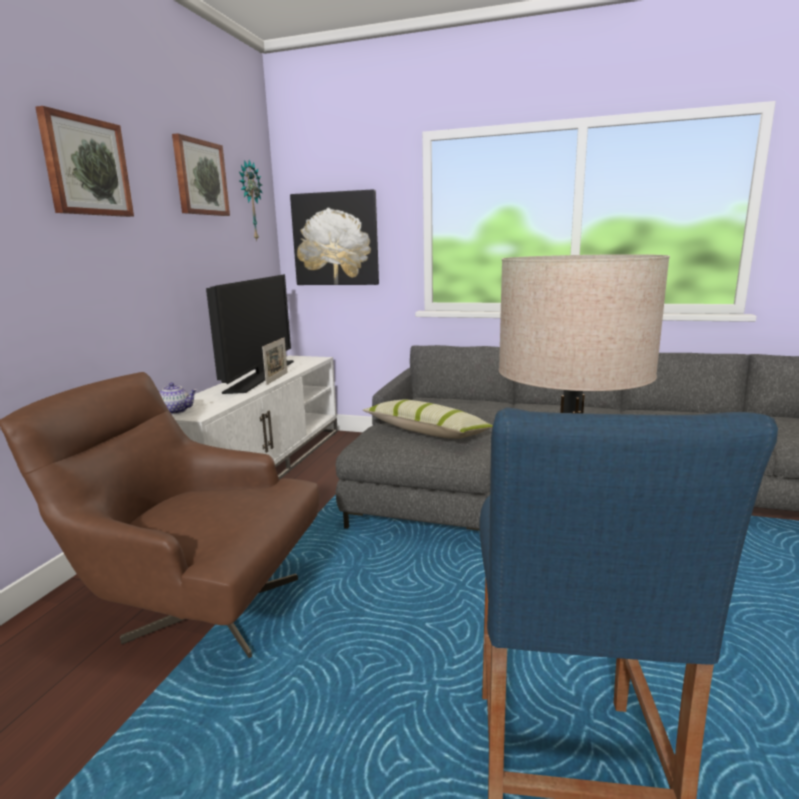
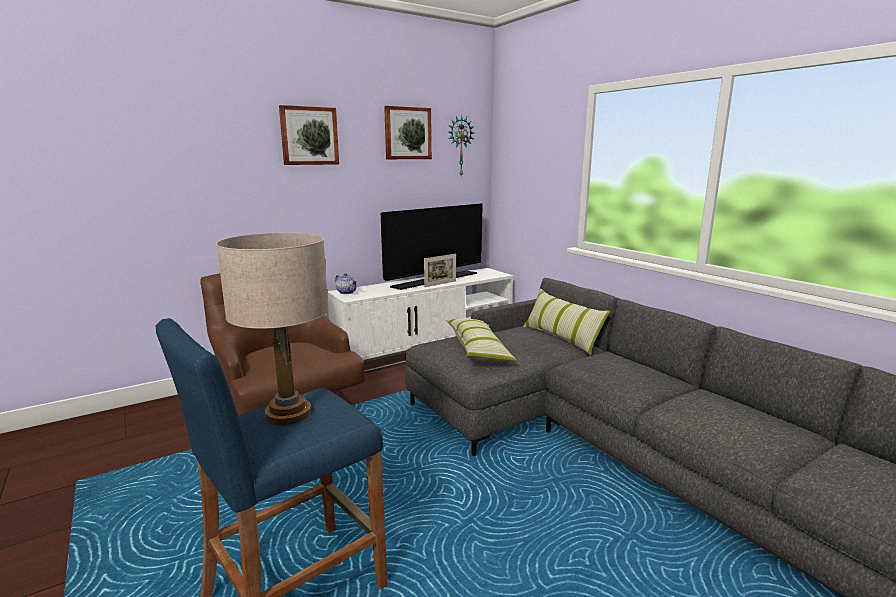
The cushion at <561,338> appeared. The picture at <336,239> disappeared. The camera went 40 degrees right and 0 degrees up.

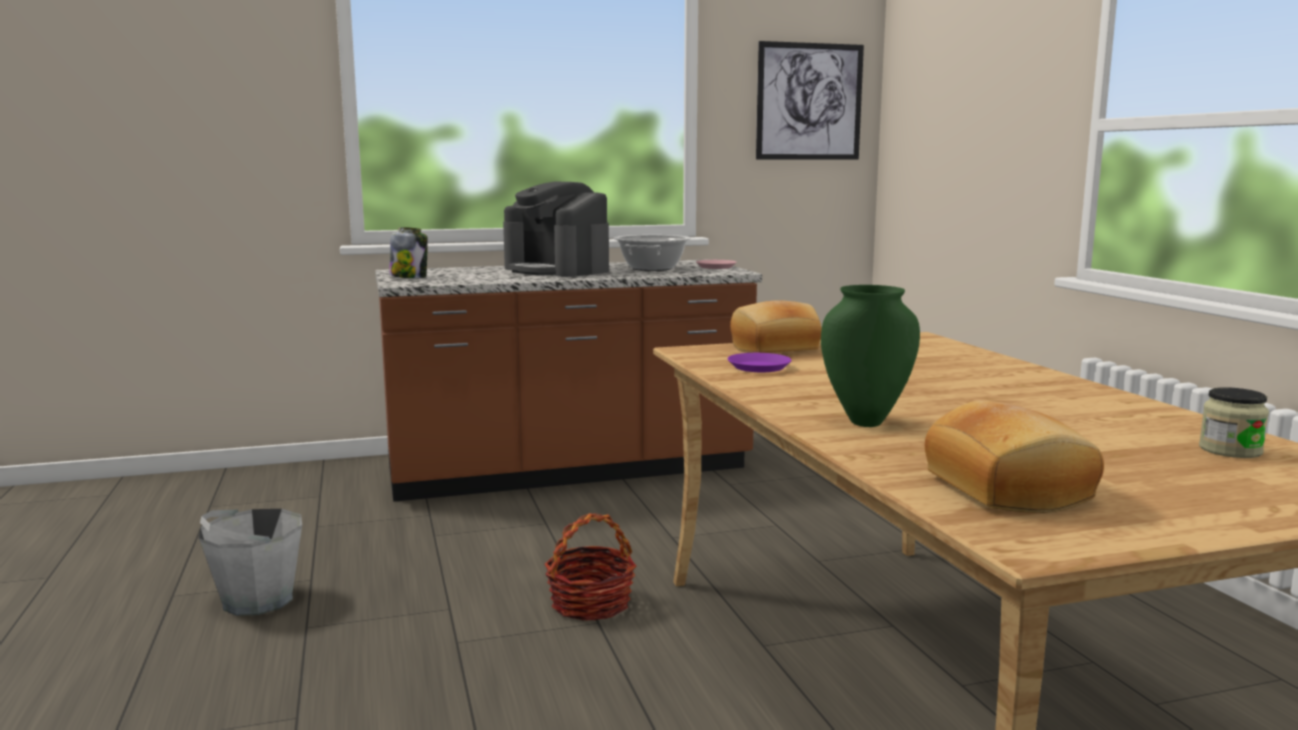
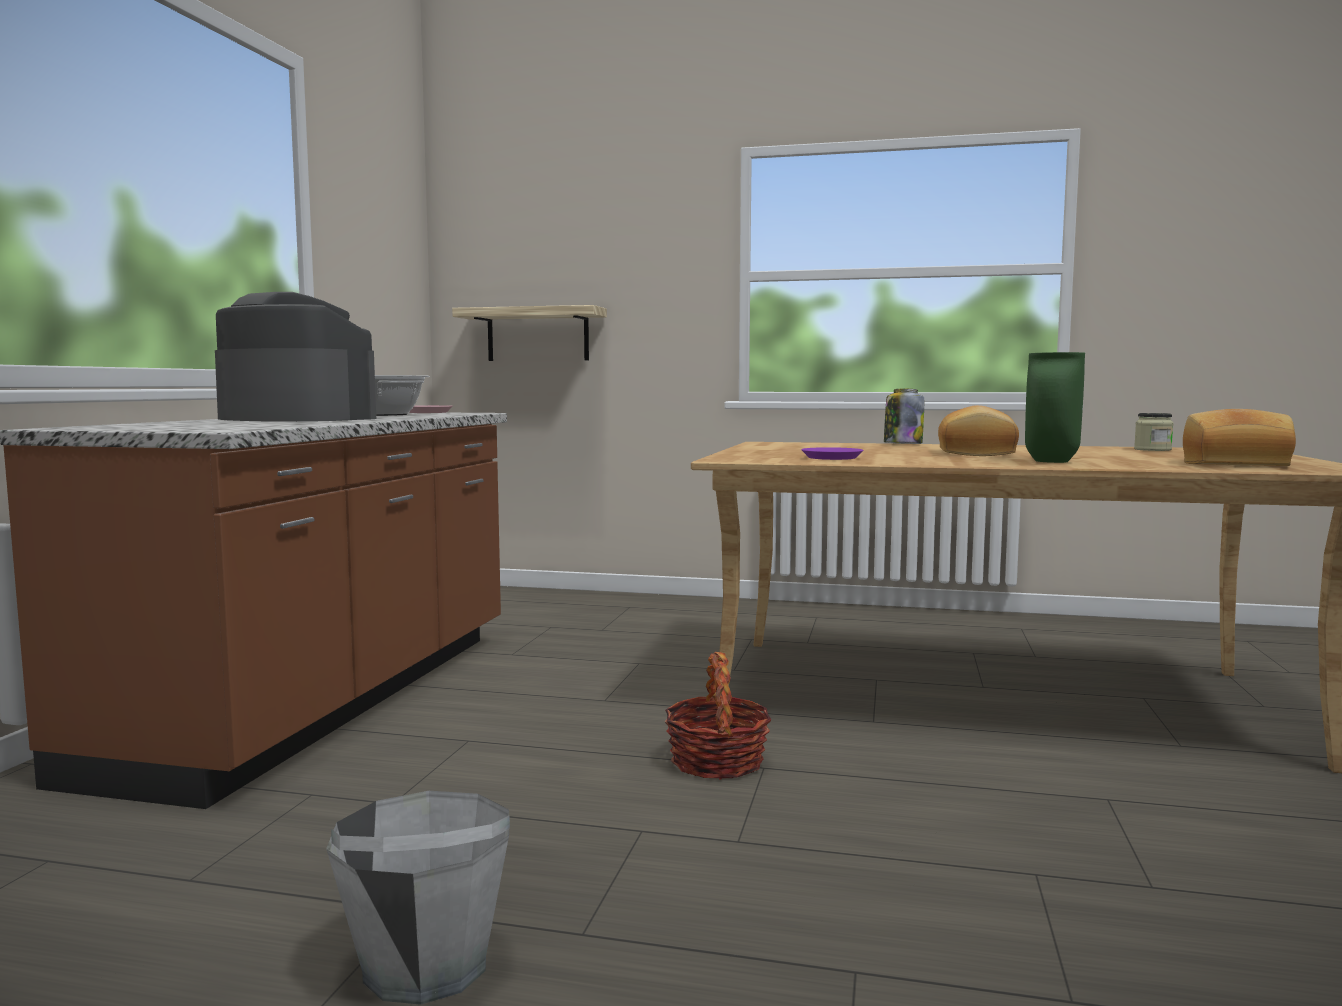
The coffee machine at <557,270> turned 135 degrees counterclockwise. The bracket shelf at <538,335> appeared. The storage jar moved from <409,277> to <902,444>. The baked bread moved from <775,348> to <978,453>. The picture at <809,102> disappeared. The camera went 60 degrees left and 5 degrees down.

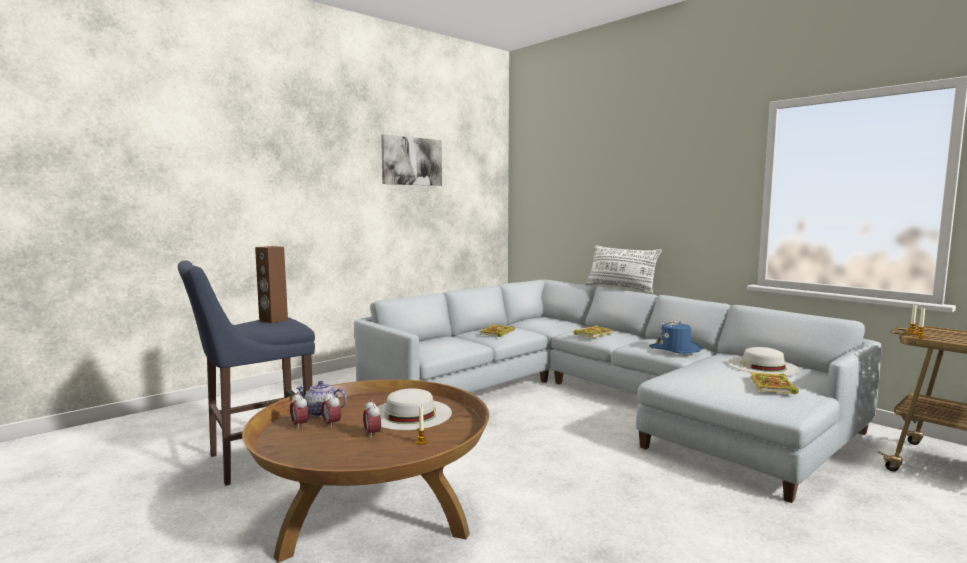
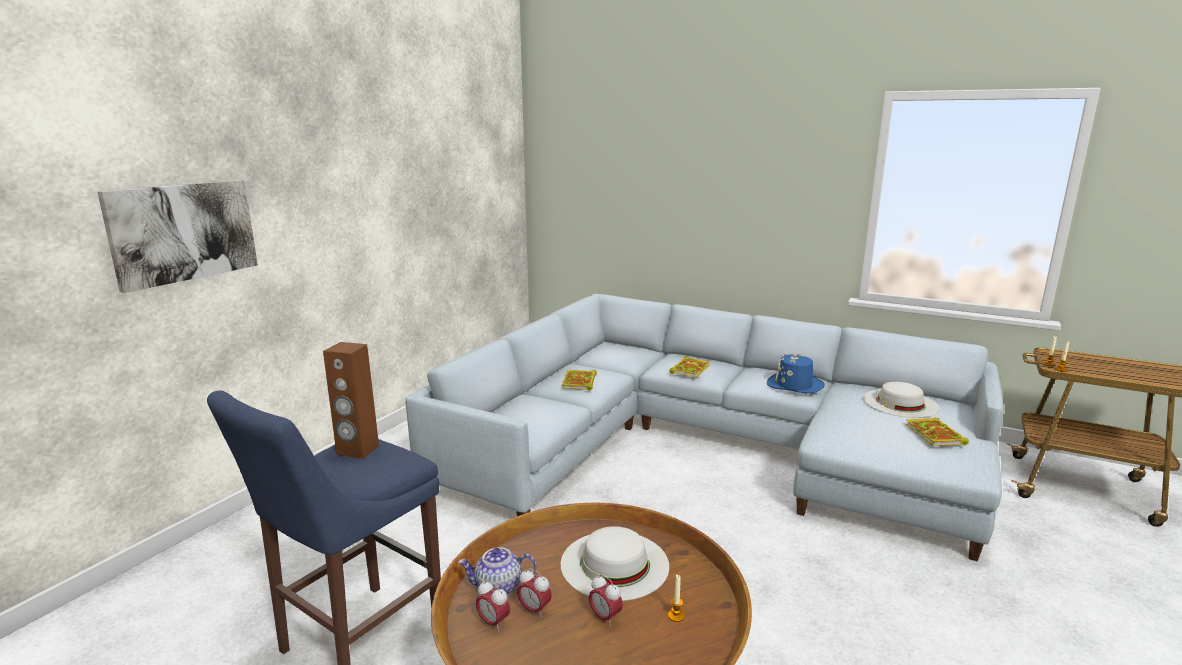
The picture moved from <411,161> to <183,232>. The cushion/whitish at <620,288> disappeared. The camera went 20 degrees left and 10 degrees up.

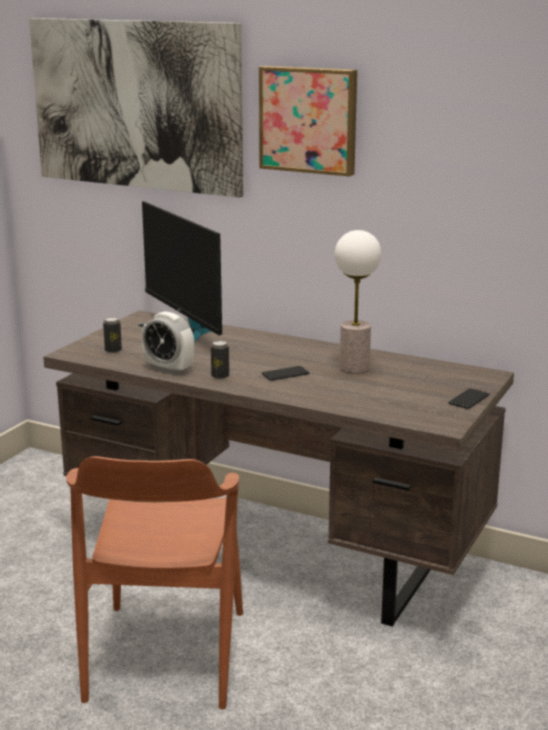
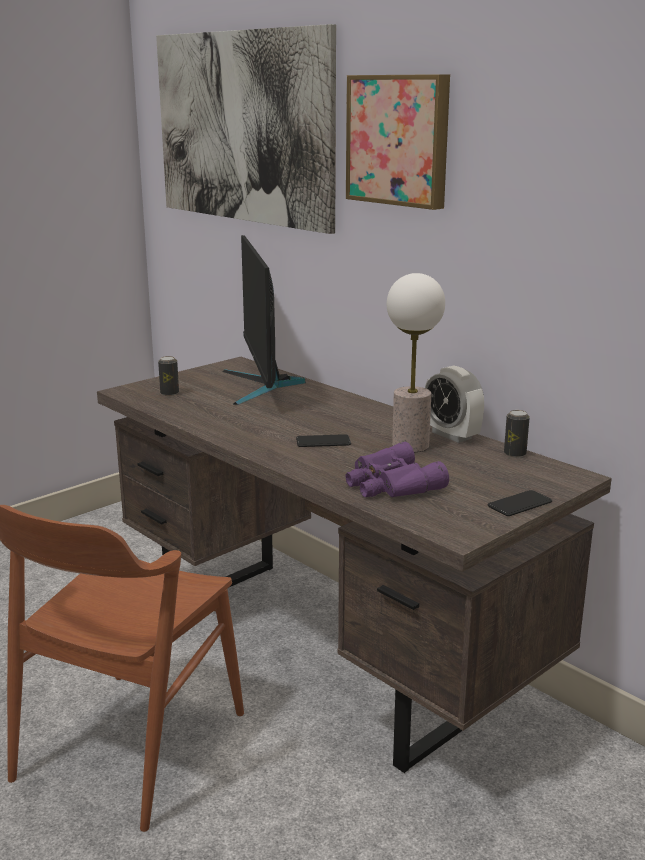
The binoculars/purple-coloured at <390,484> appeared. The alarm clock moved from <169,369> to <451,435>. The sealed can moved from <220,376> to <515,454>. The camera went 20 degrees right and 0 degrees up.

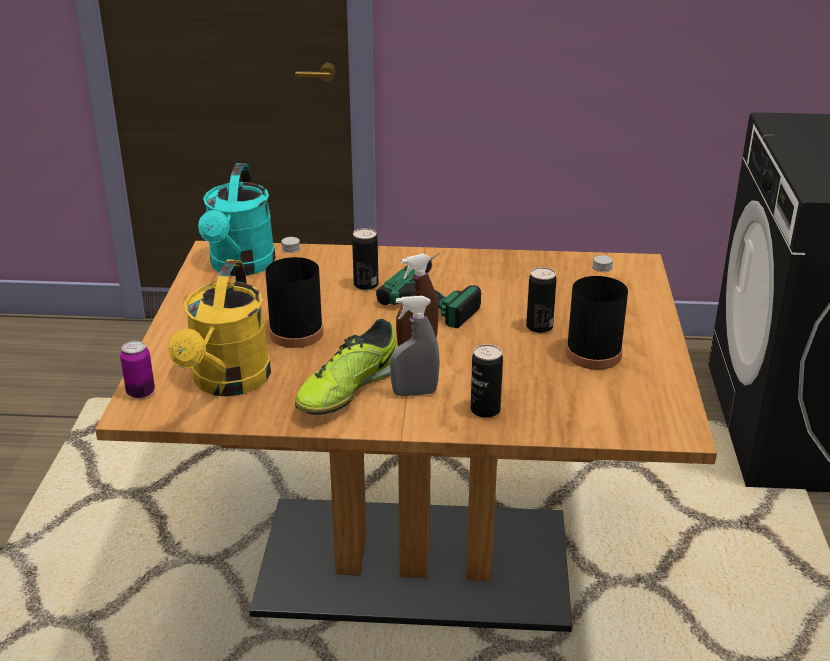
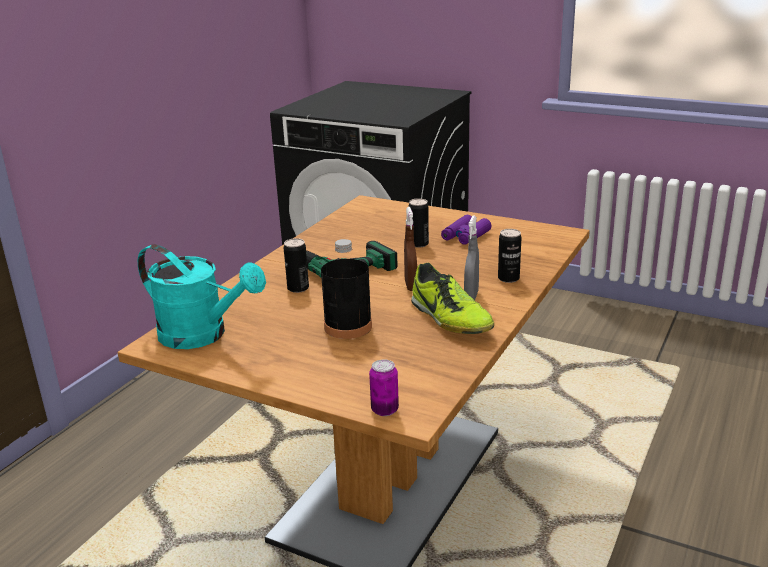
The drink bottle/blackish at <593,354> was replaced by the binoculars/purple-coloured at <465,236>. The watering can/yellowish at <227,383> disappeared. The camera went 65 degrees left and 5 degrees down.

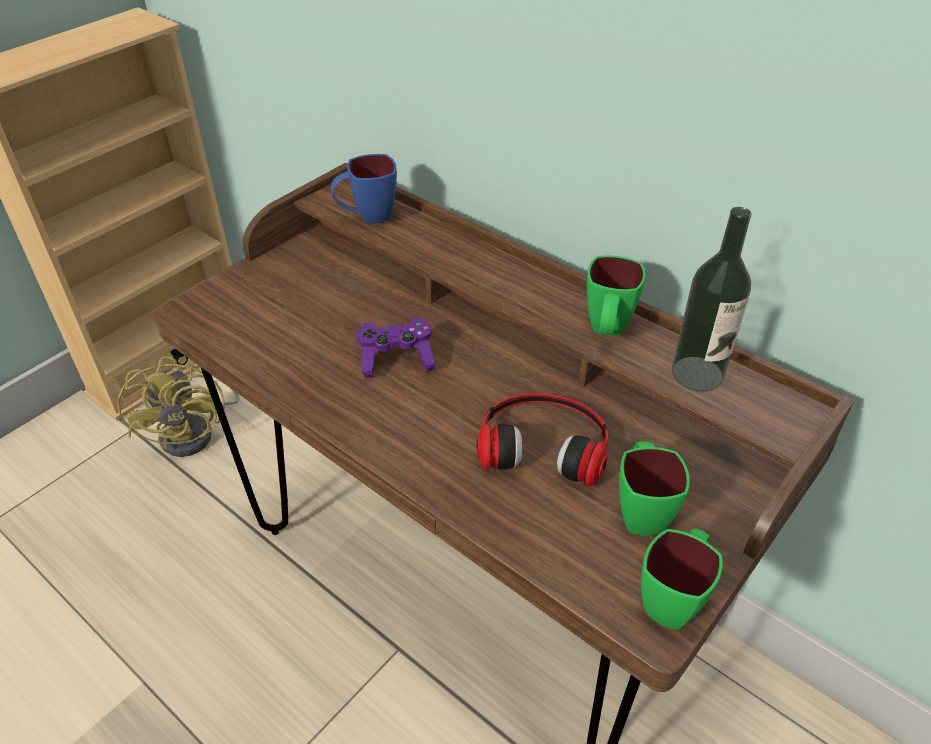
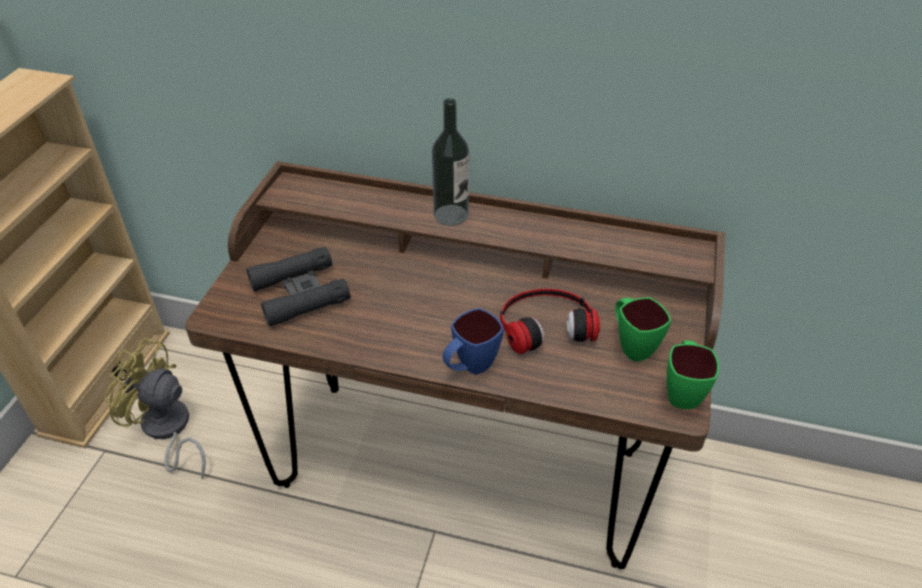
The electric fan/yellowish at <196,431> turned 150 degrees clockwise. The binoculars/blackish at <300,293> appeared. The drink bottle moved from <697,374> to <451,215>. The mug/bluish moved from <367,217> to <469,367>. The gamepad/purple-coloured at <396,358> disappeared. The mug/green at <607,332> disappeared. The camera went 25 degrees left and 0 degrees up.

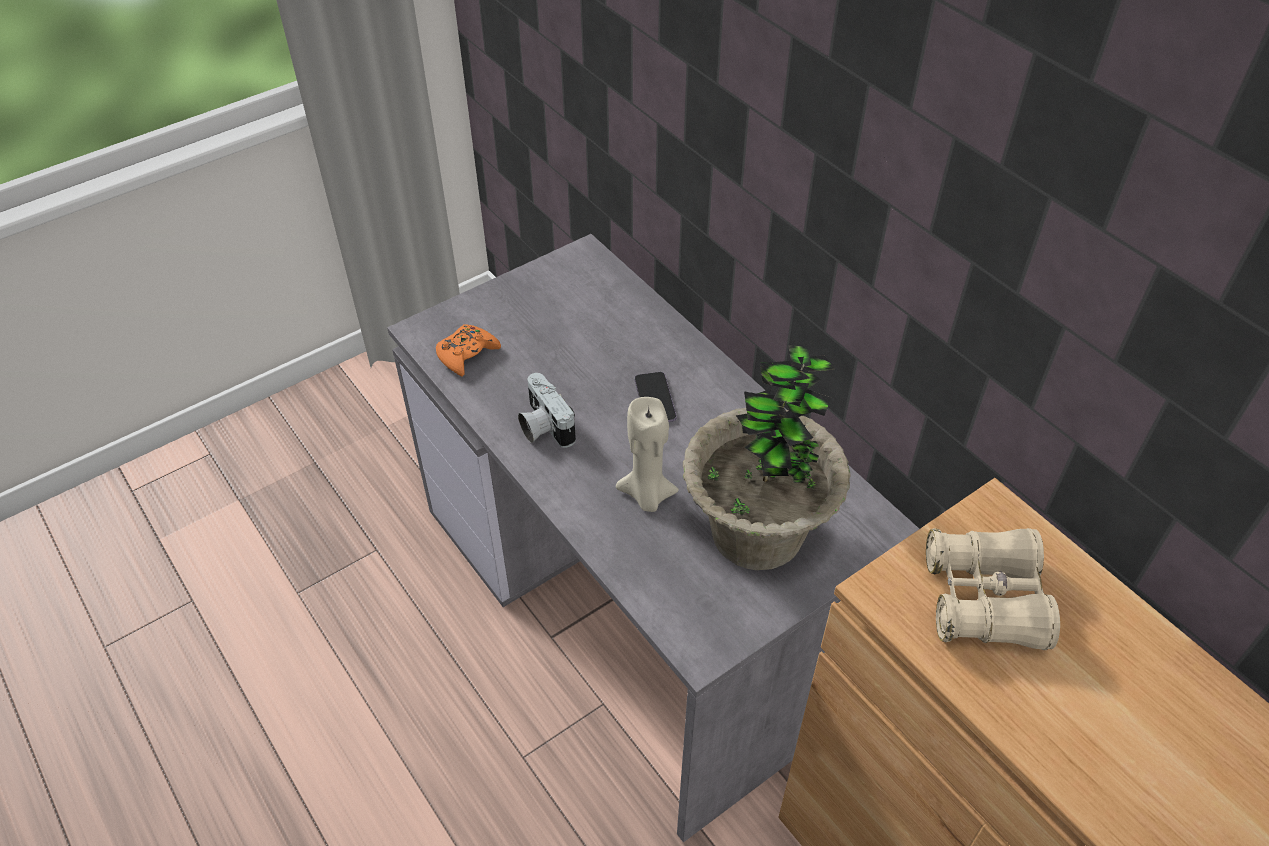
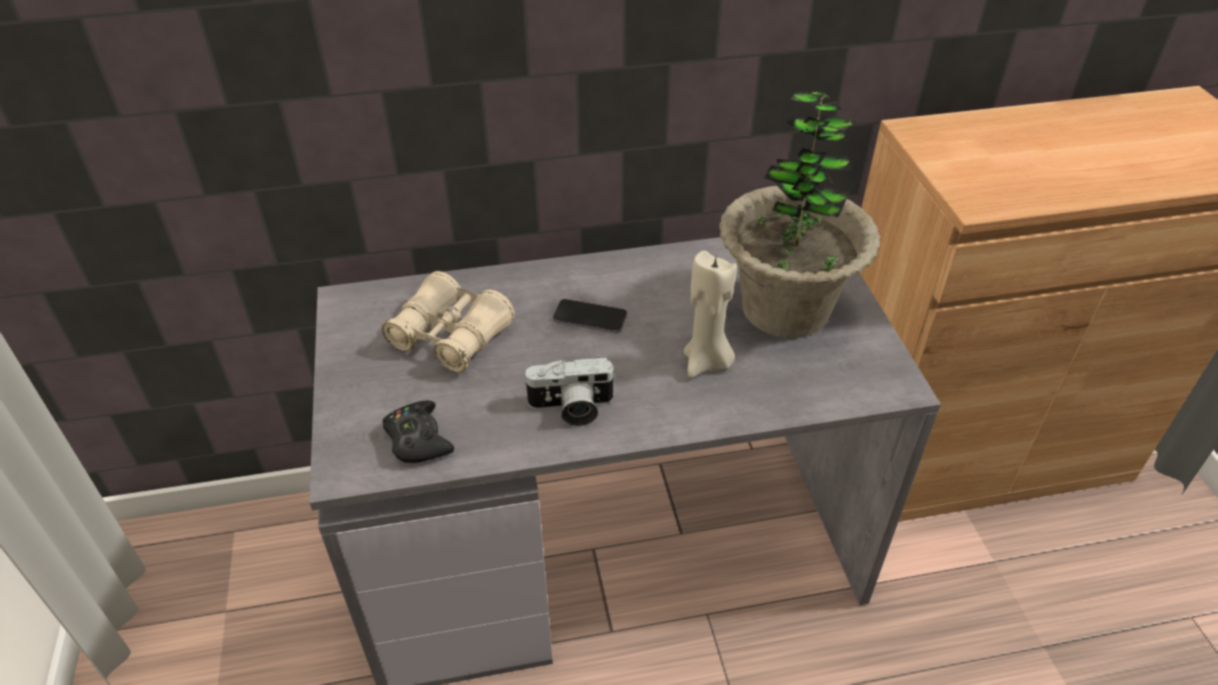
The binoculars/beige-coloured moved from <984,600> to <451,336>. The gamepad/orangey at <467,354> became the gamepad/blackish at <418,439>. The camera went 65 degrees left and 5 degrees down.

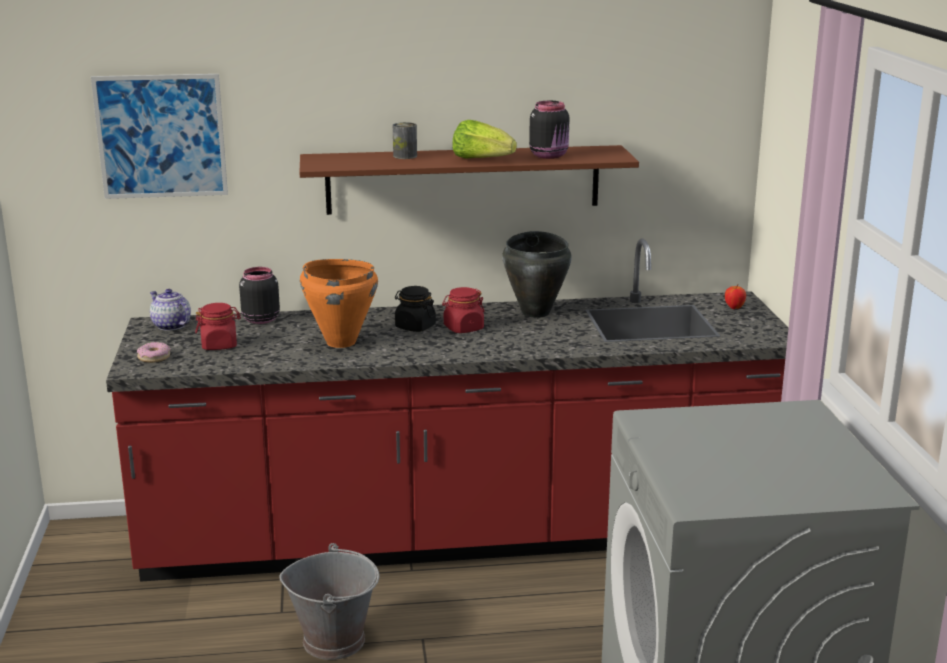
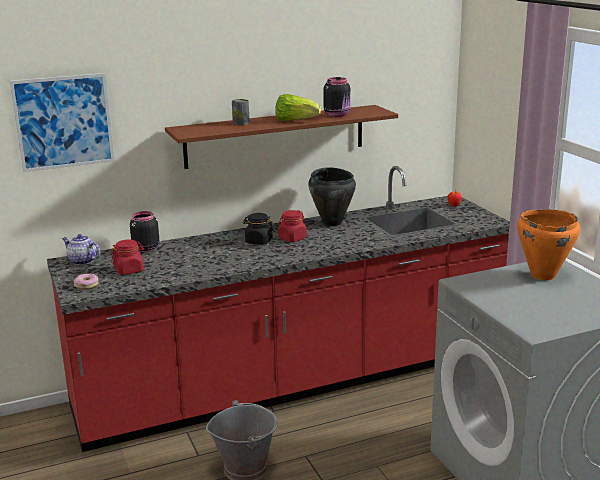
The saucepot/orangey moved from <340,342> to <542,275>. The camera went 15 degrees left and 0 degrees up.

